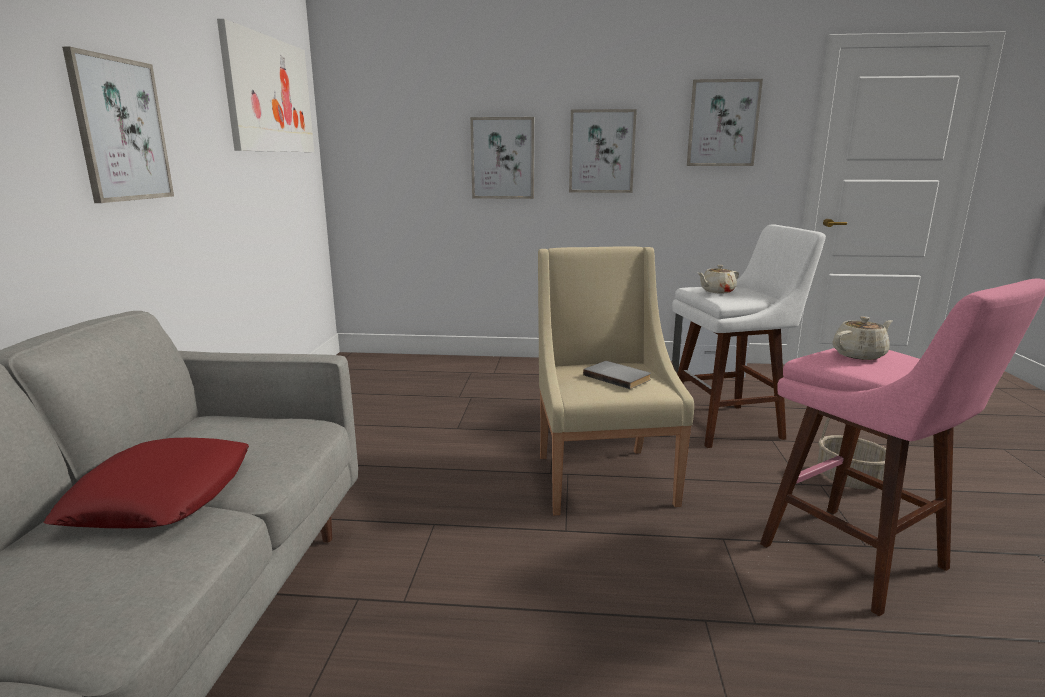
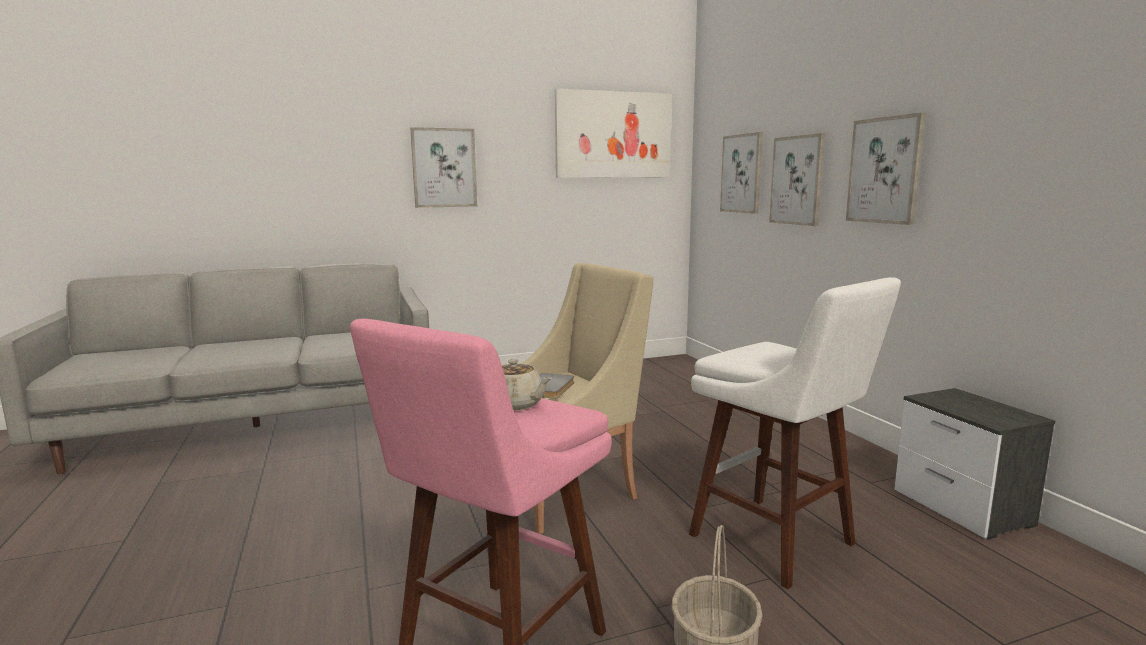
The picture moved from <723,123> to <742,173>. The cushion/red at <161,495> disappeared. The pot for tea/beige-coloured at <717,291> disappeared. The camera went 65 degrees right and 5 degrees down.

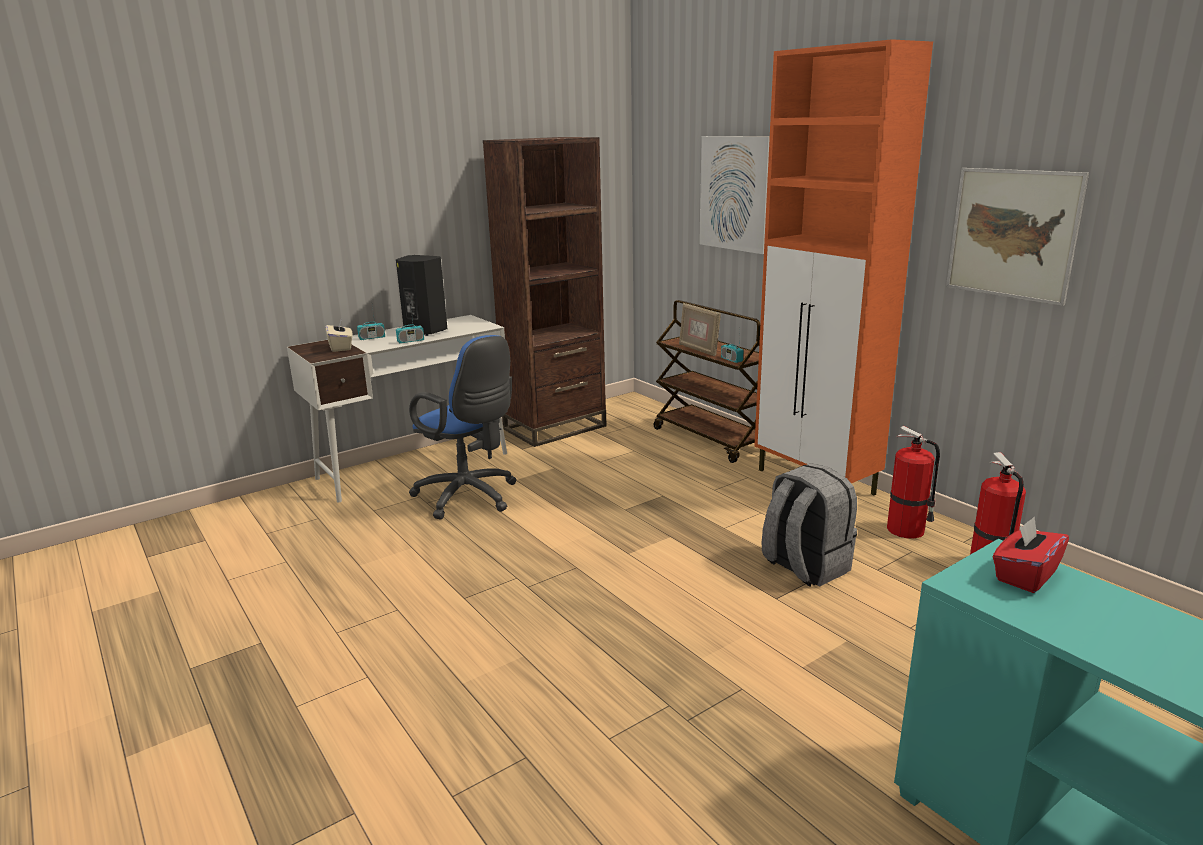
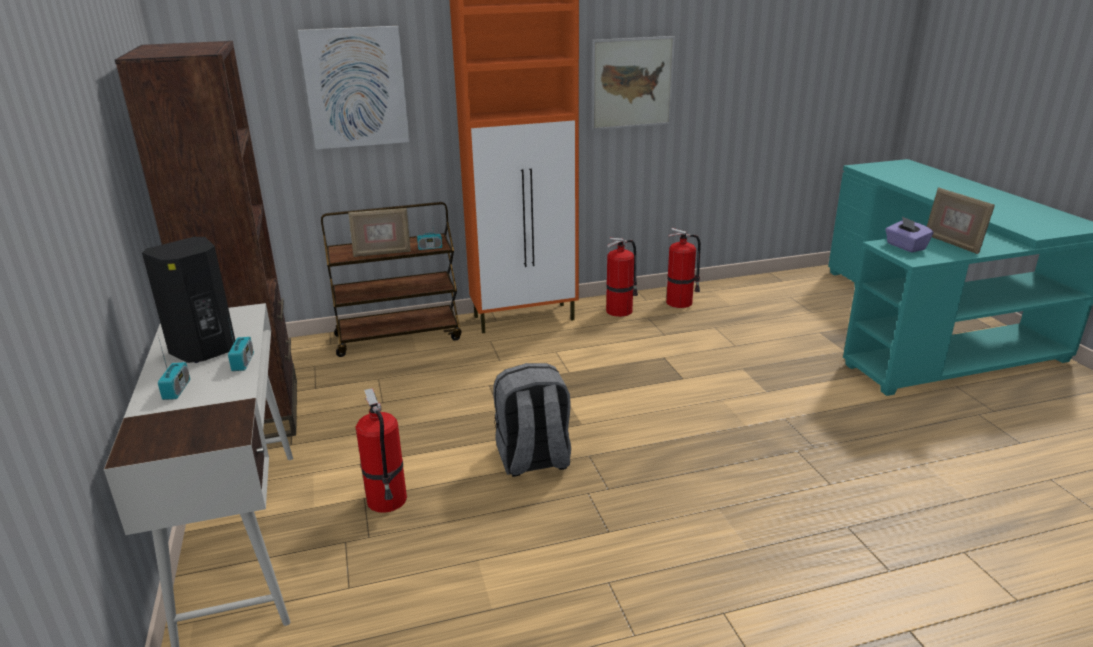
The computer chair/bluish at <470,498> was replaced by the extinguisher at <387,500>. The knapsack/gray moved from <804,567> to <533,460>. The box of tissues/red at <1025,575> became the box of tissues/purple-coloured at <905,246>. The standing frame at <952,243> appeared. The box of tissues/beige-coloured at <341,347> disappeared. The camera went 70 degrees left and 5 degrees up.

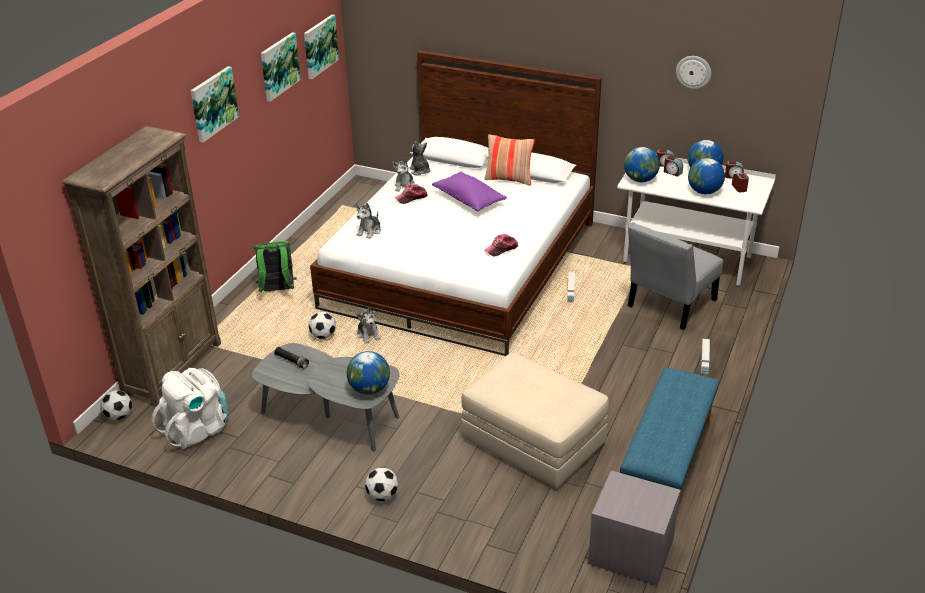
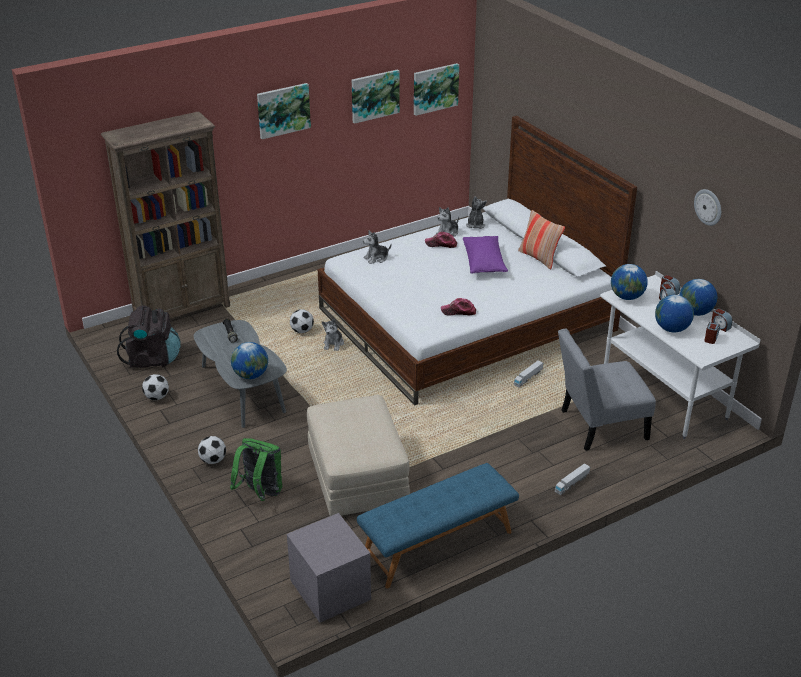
The knapsack/whitish at <197,429> became the knapsack/blackish at <152,359>. The ball for football moved from <119,416> to <157,397>. The knapsack/green moved from <277,291> to <260,493>. The camera went 35 degrees right and 0 degrees up.

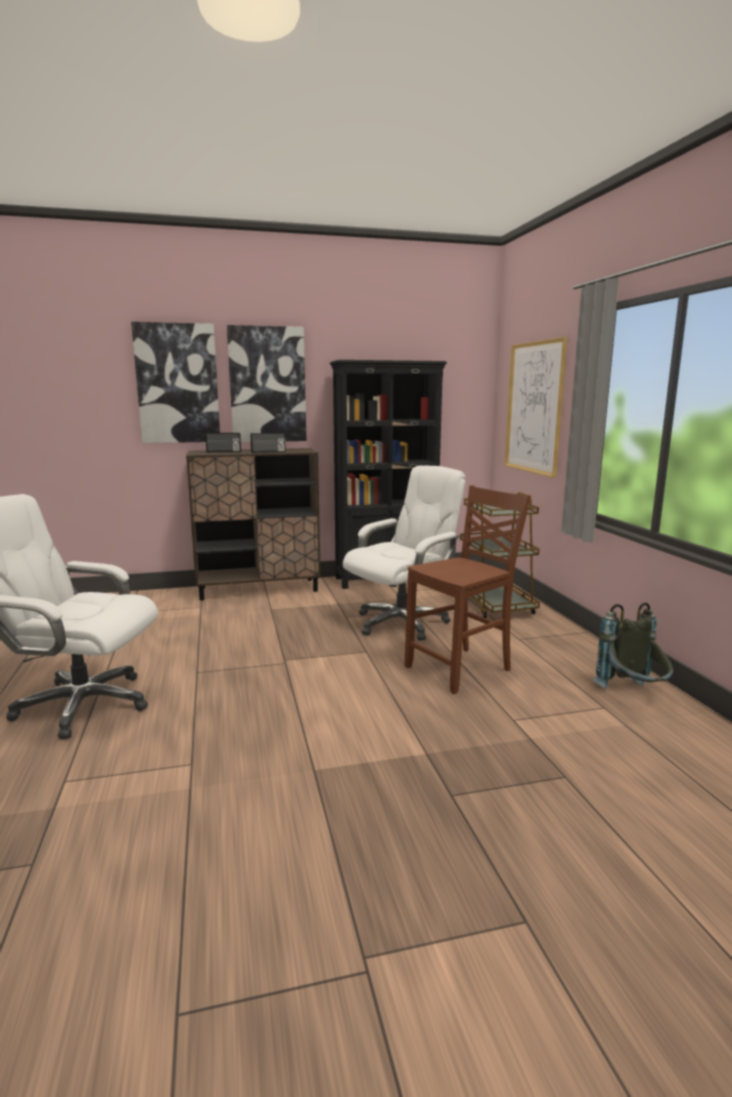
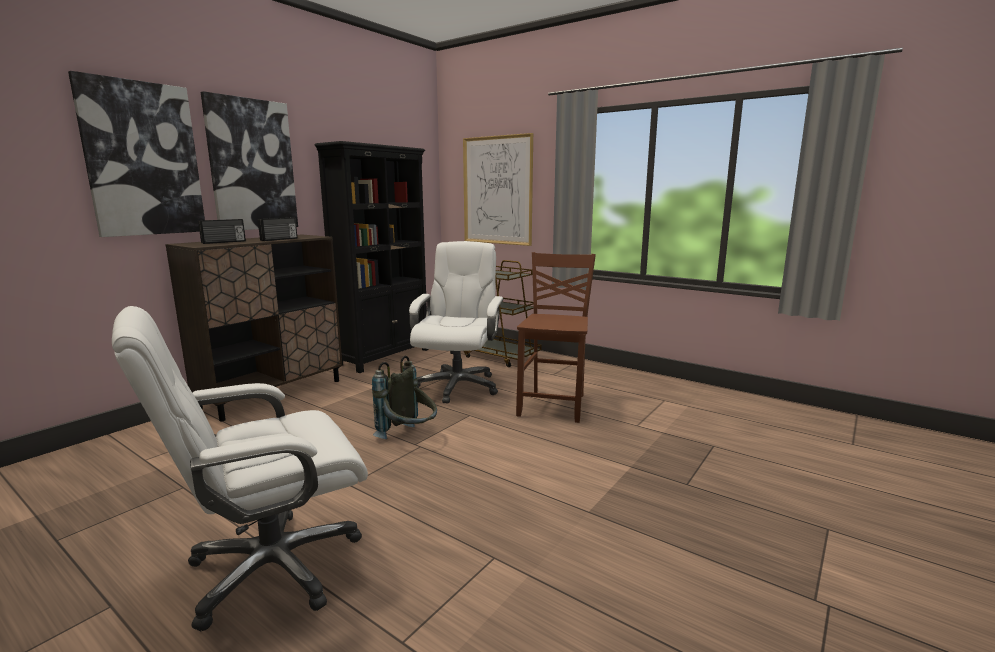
The knapsack/gray moved from <633,694> to <409,437>. The camera went 40 degrees left and 0 degrees up.

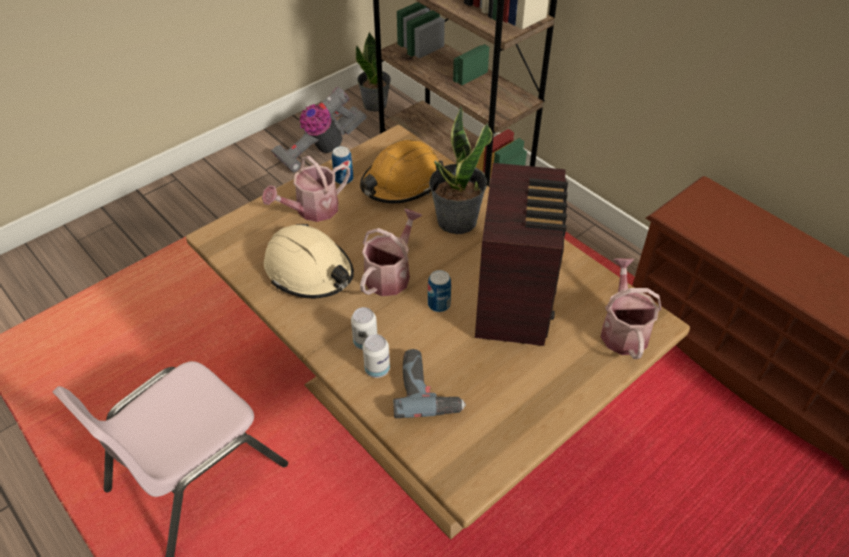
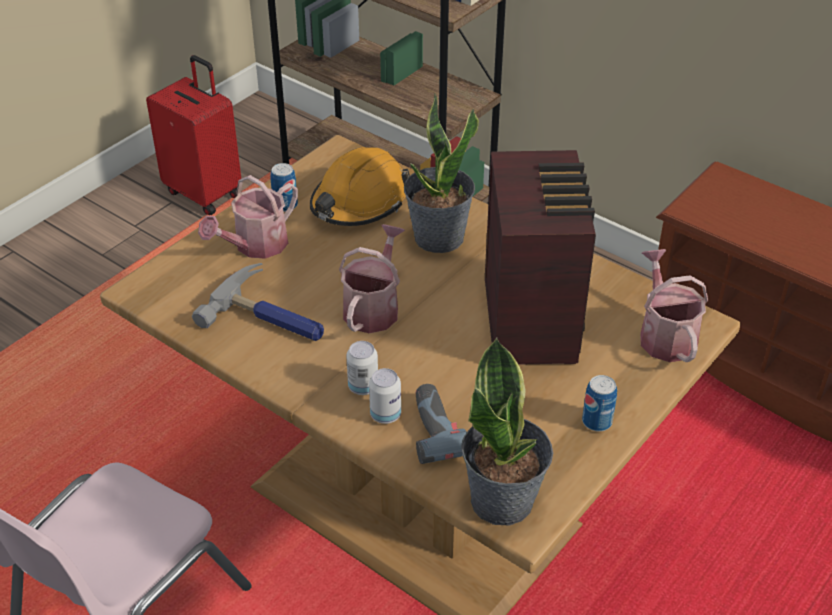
The vacuum cleaner at <321,150> was replaced by the suitcase/red at <205,193>. The safety helmet/beige-coloured at <309,271> was replaced by the tool hammer at <272,316>. The potted plant moved from <375,104> to <503,500>. The sealed can moved from <439,304> to <597,422>. The camera went 10 degrees left and 5 degrees down.

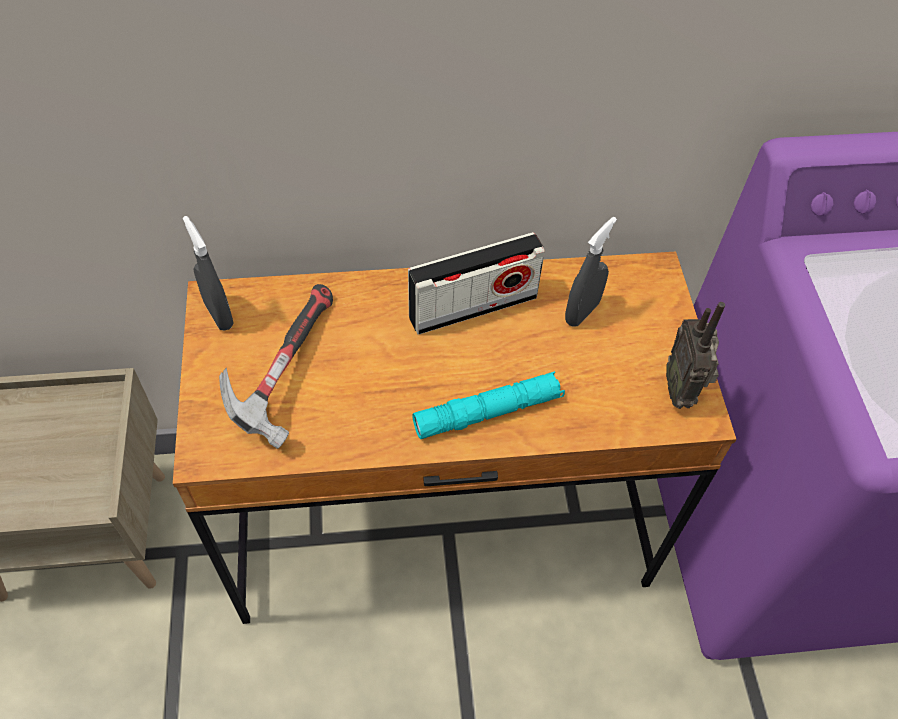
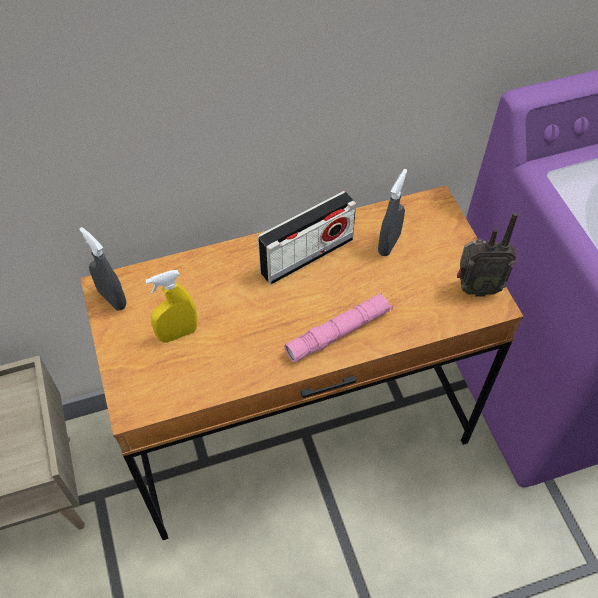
The tool hammer at <286,373> was replaced by the hand sprayer/yellowish at <178,334>. The hand torch/turquoise-coloured at <488,412> became the hand torch/pink-coloured at <338,332>. The radio set at <681,390> turned 75 degrees counterclockwise. The camera went 10 degrees left and 0 degrees up.

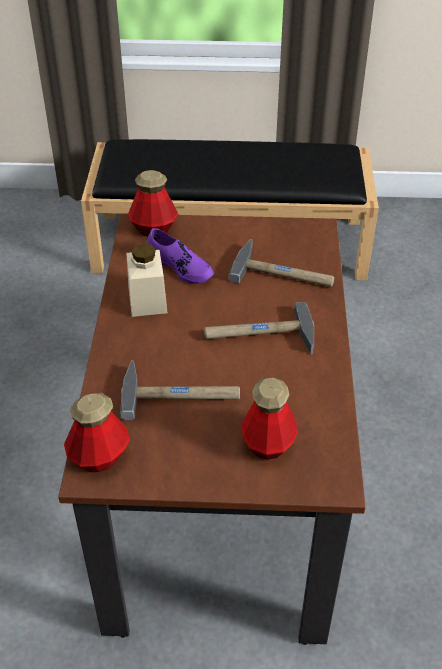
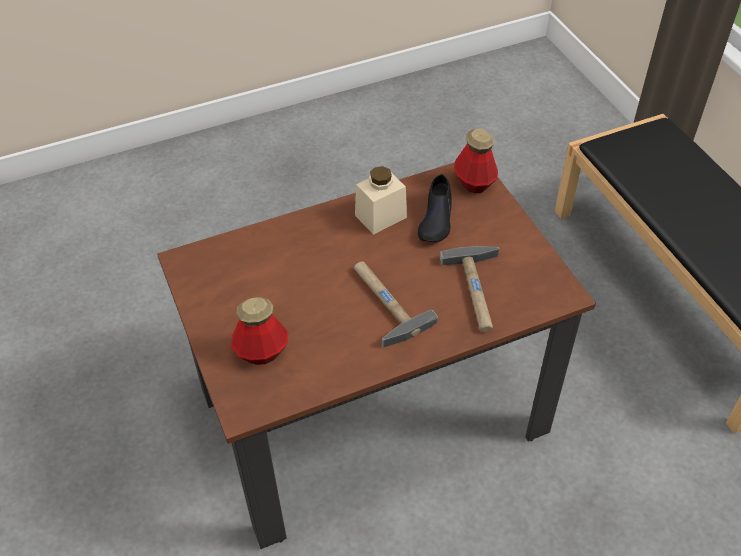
The low shoe/purple-coloured at <180,267> became the low shoe/blackish at <436,219>. The drink bottle at <99,457> disappeared. The tool hammer at <181,394> disappeared. The camera went 65 degrees right and 5 degrees up.

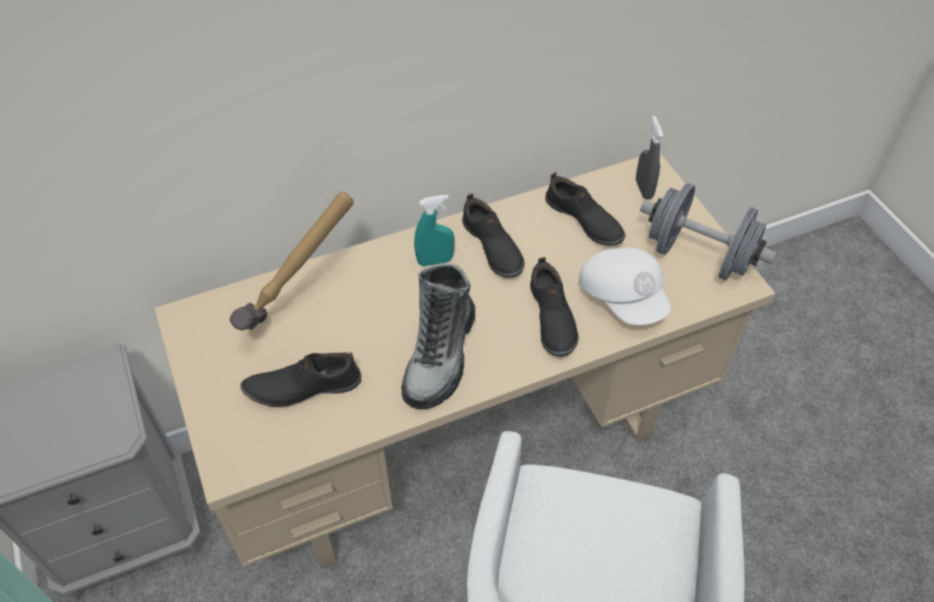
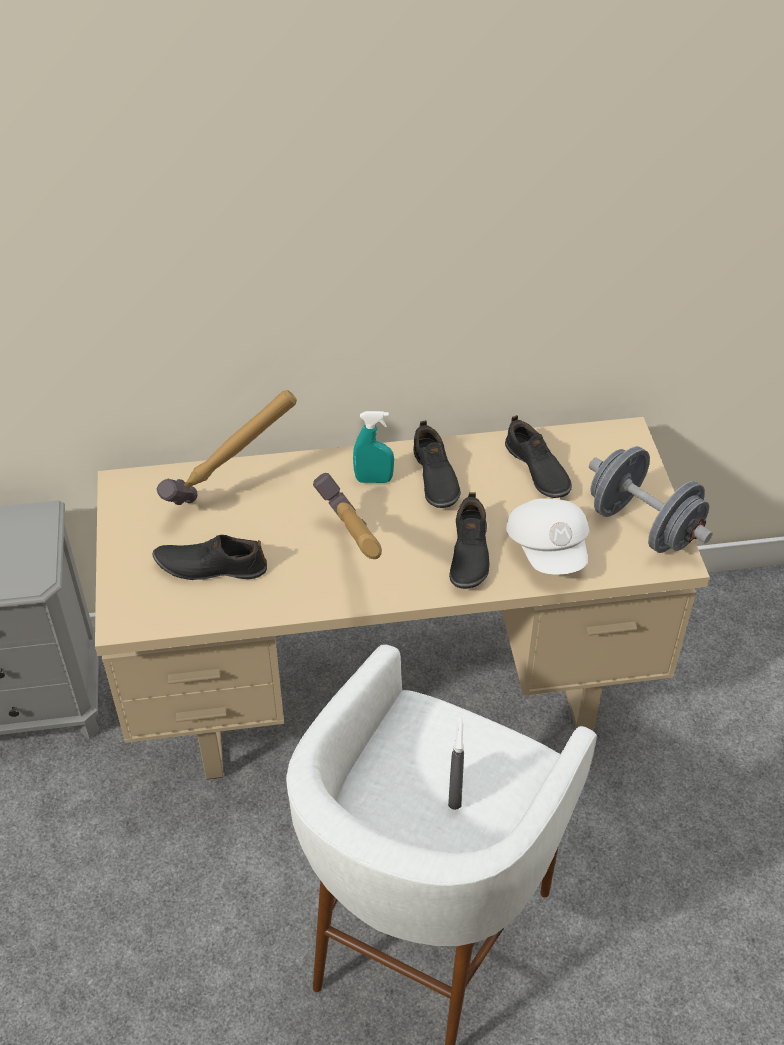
The tall boot at <440,356> was replaced by the tool hammer at <348,566>. The hand sprayer/gray moved from <644,189> to <455,793>. The camera went 15 degrees right and 5 degrees down.

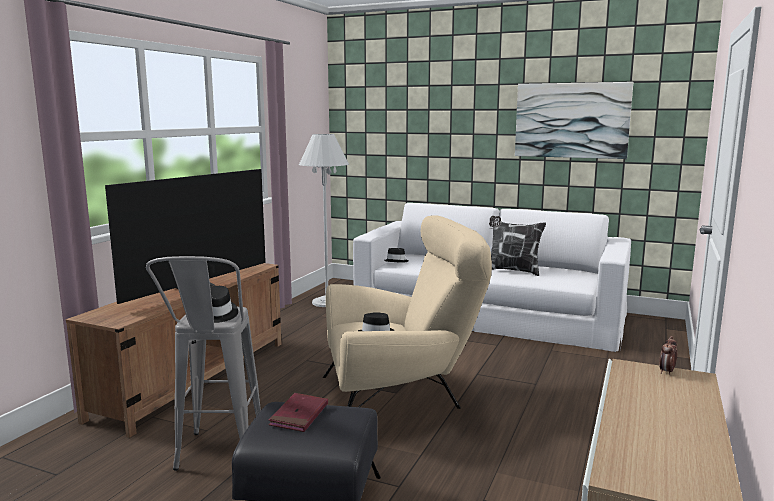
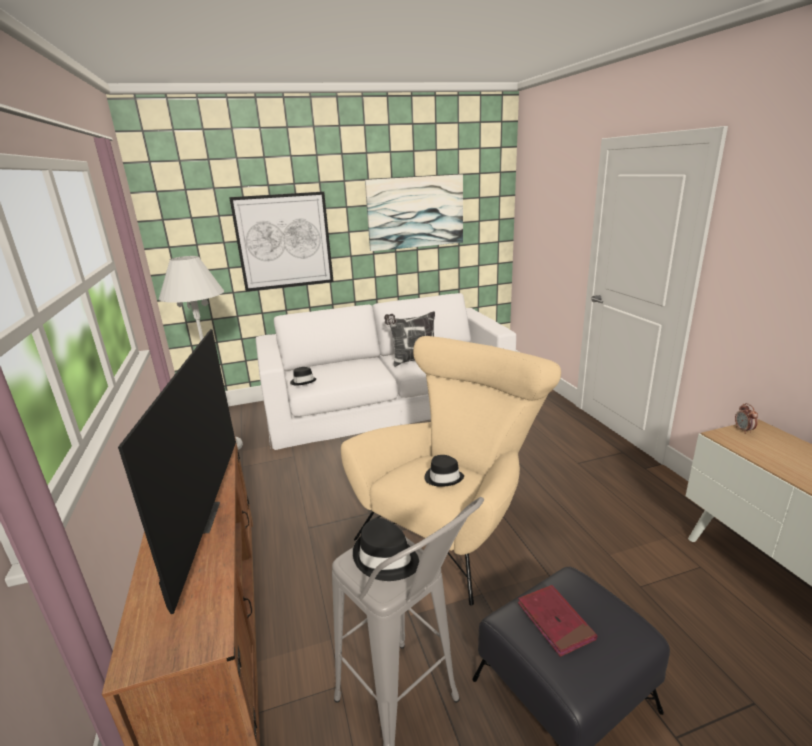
The picture at <284,241> appeared. The camera went 40 degrees left and 10 degrees up.

